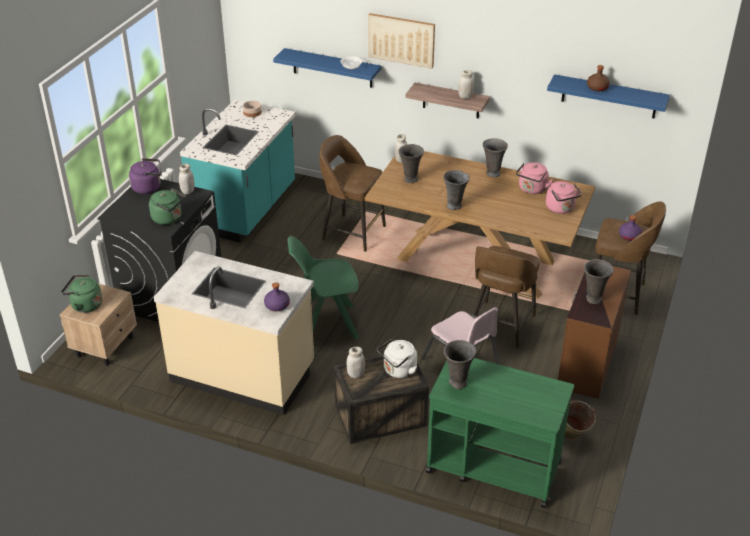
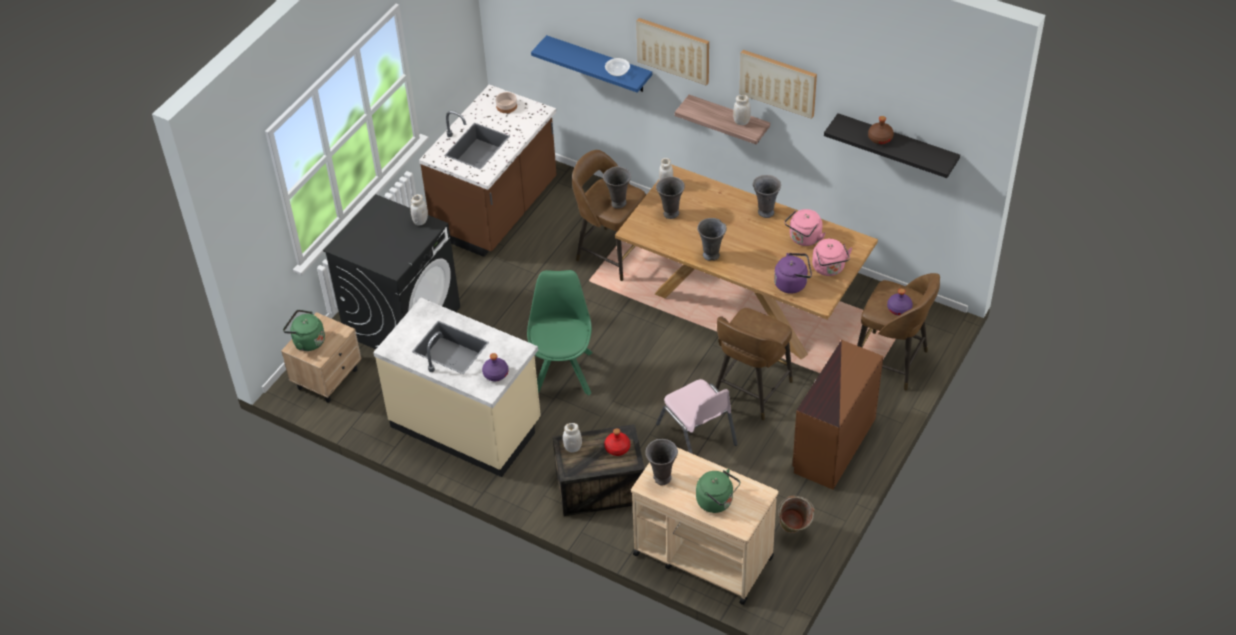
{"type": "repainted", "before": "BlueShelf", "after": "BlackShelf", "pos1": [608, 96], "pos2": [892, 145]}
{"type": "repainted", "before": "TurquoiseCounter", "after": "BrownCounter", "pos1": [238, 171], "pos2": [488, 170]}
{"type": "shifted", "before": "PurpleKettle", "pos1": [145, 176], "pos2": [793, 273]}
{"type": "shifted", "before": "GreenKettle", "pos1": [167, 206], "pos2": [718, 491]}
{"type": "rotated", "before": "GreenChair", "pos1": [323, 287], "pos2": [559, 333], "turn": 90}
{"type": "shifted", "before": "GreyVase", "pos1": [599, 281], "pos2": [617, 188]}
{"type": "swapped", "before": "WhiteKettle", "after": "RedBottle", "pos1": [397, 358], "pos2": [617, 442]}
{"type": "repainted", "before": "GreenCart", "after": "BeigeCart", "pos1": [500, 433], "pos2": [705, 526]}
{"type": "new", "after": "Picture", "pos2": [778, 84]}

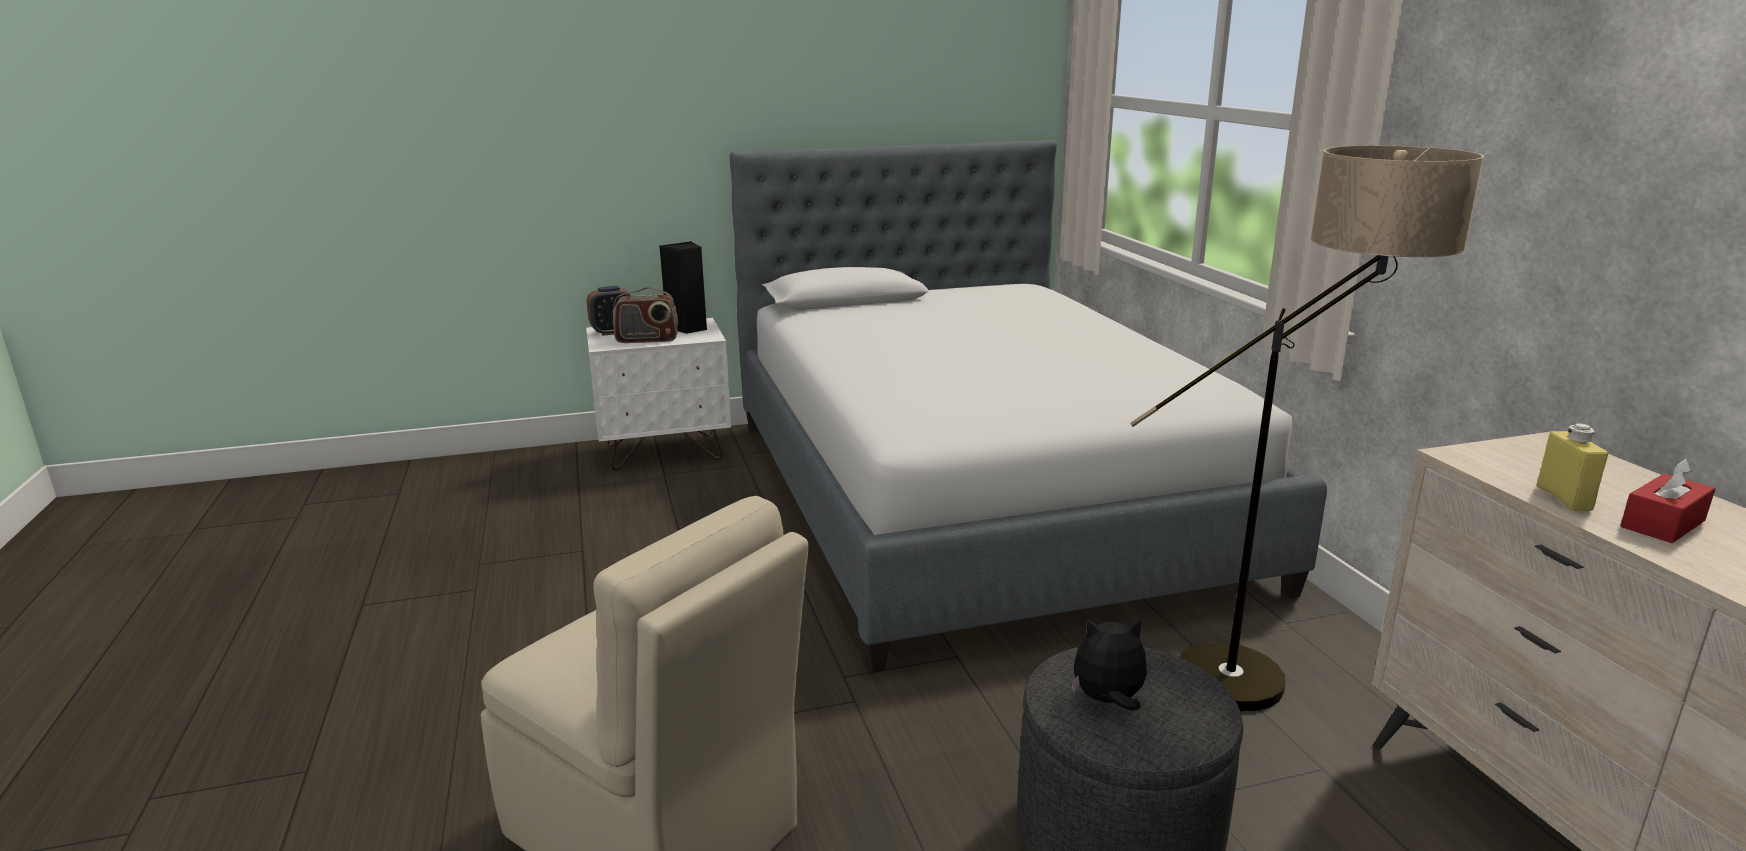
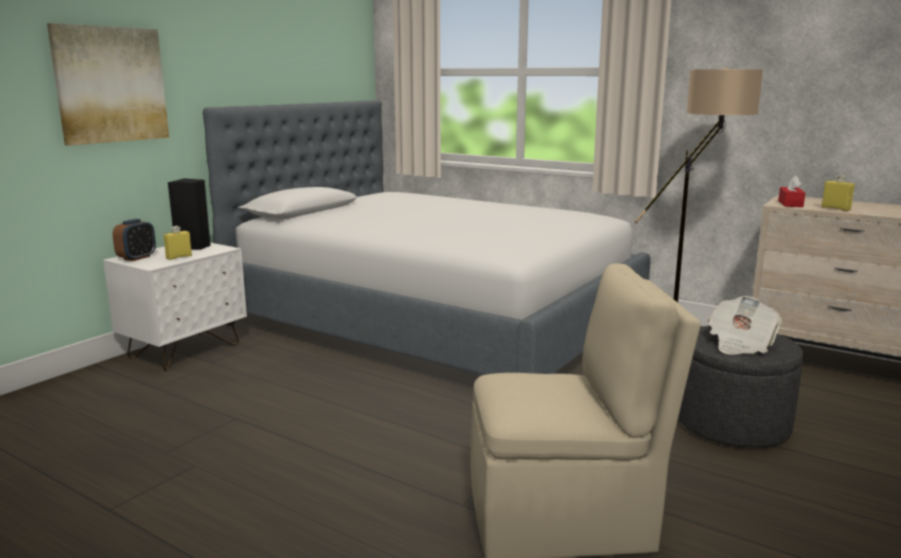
{"type": "swapped", "before": "Radio", "after": "YellowBottle", "pos1": [646, 315], "pos2": [177, 243]}
{"type": "shifted", "before": "RedTissueBox", "pos1": [1667, 500], "pos2": [791, 191]}
{"type": "swapped", "before": "PlushToy", "after": "Newspaper", "pos1": [1109, 664], "pos2": [745, 325]}
{"type": "new", "after": "Picture", "pos2": [108, 84]}

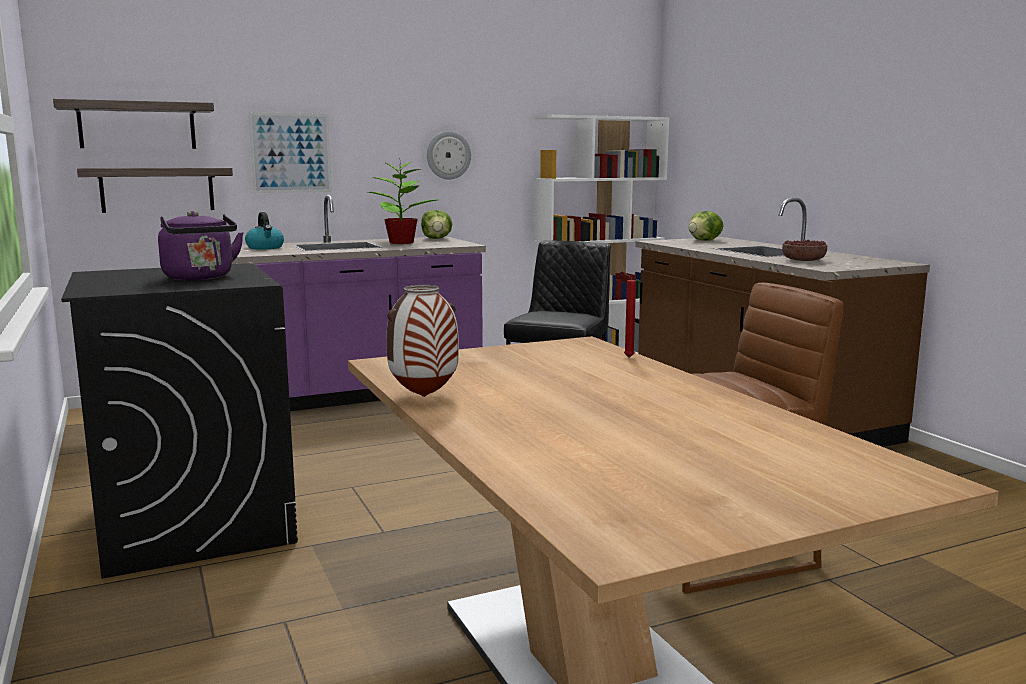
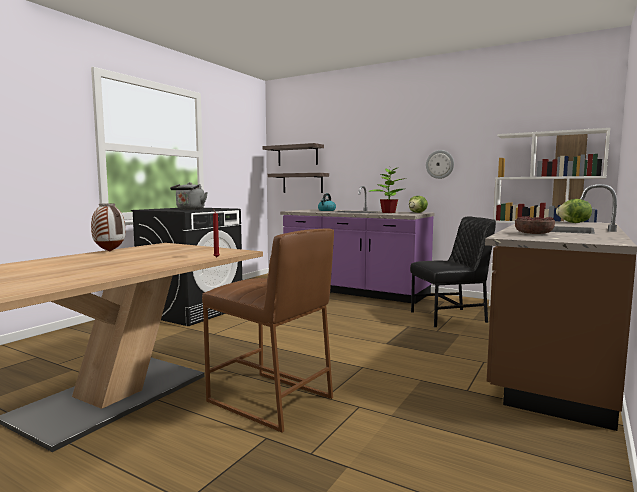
{"type": "gone", "before": "Picture", "pos1": [290, 152]}
{"type": "repainted", "before": "PurpleKettle", "after": "GreyKettle", "pos1": [200, 245], "pos2": [189, 196]}

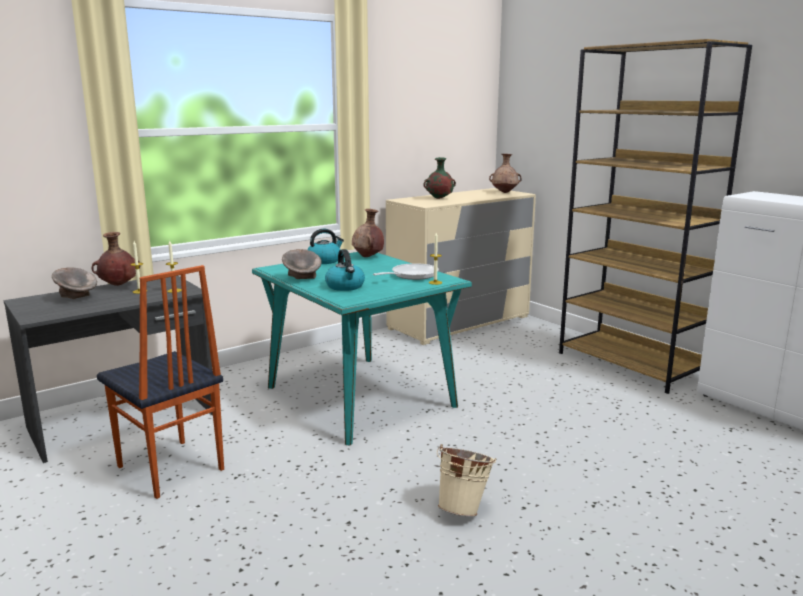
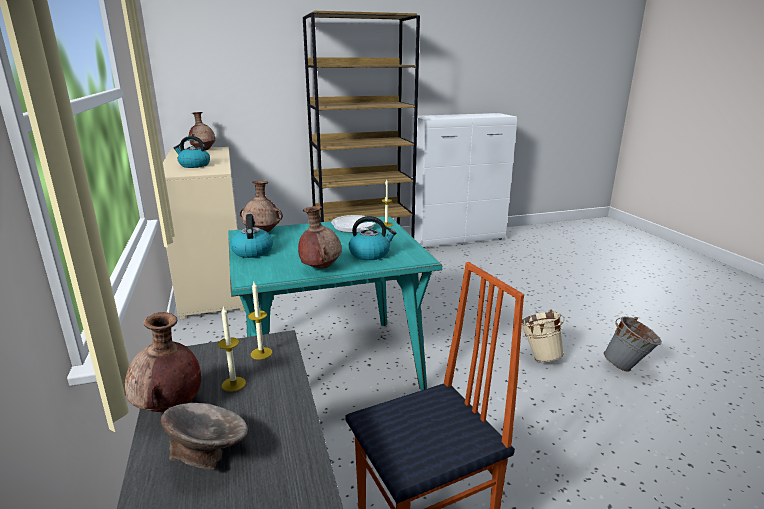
{"type": "swapped", "before": "GreenVase", "after": "Kettle", "pos1": [439, 178], "pos2": [191, 152]}
{"type": "swapped", "before": "GreyBowl", "after": "BrownVase", "pos1": [302, 264], "pos2": [320, 237]}
{"type": "new", "after": "GreyBucket", "pos2": [632, 344]}

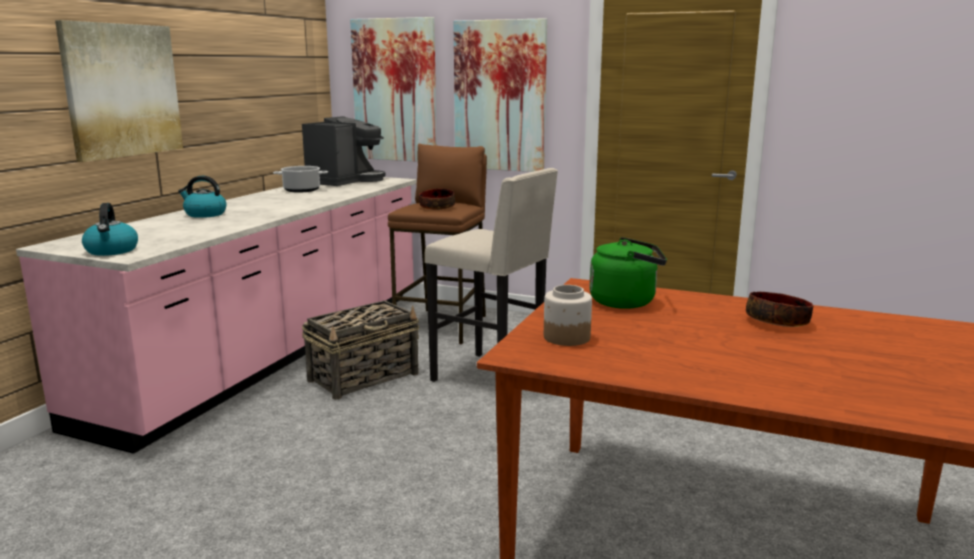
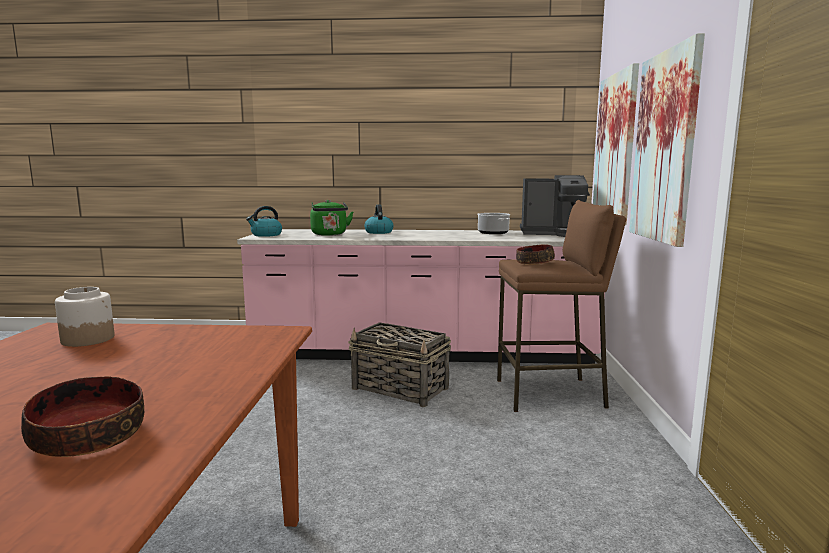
{"type": "gone", "before": "Picture", "pos1": [119, 91]}
{"type": "gone", "before": "BeigeStool", "pos1": [491, 275]}
{"type": "shifted", "before": "GreenKettle", "pos1": [628, 273], "pos2": [331, 218]}

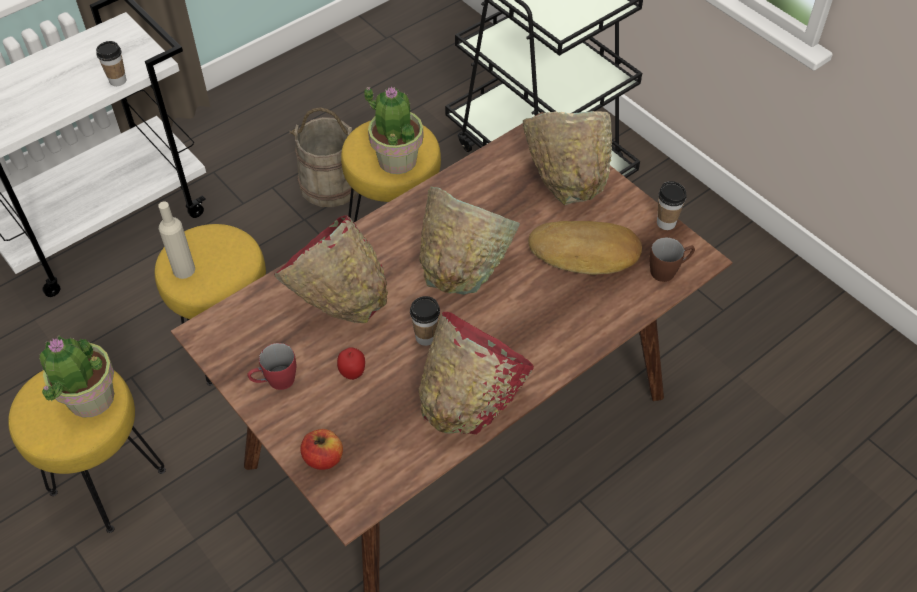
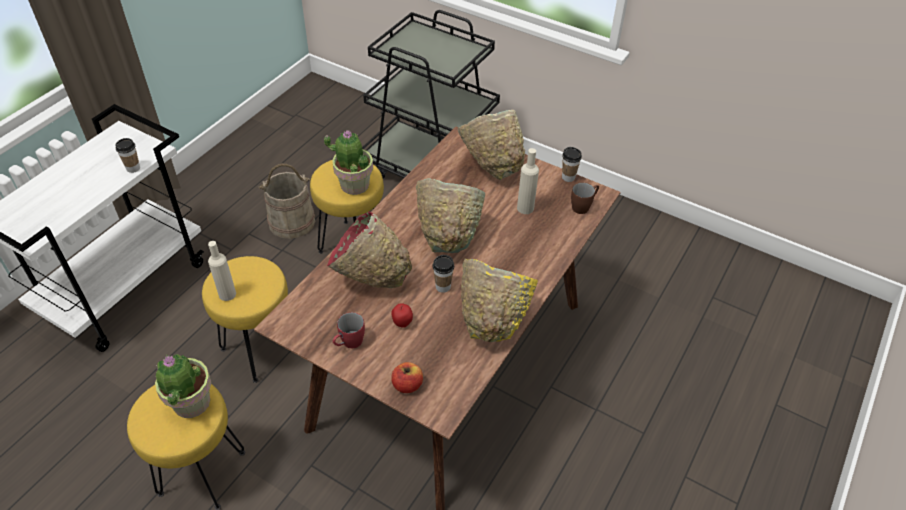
{"type": "swapped", "before": "Bread", "after": "BeigeBottle", "pos1": [585, 248], "pos2": [528, 181]}
{"type": "repainted", "before": "RedBowl", "after": "YellowBowl", "pos1": [476, 373], "pos2": [499, 300]}

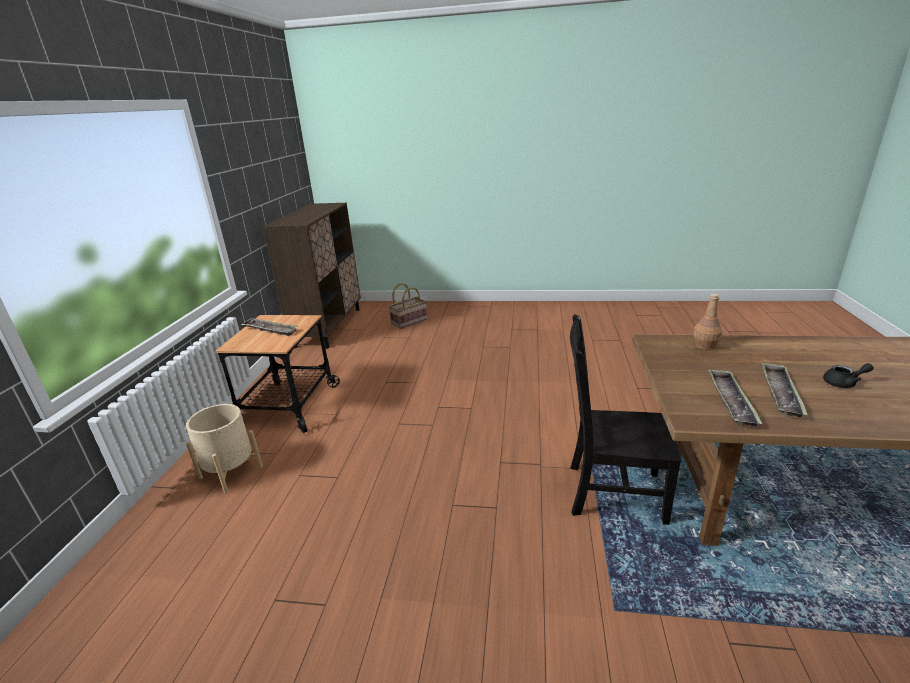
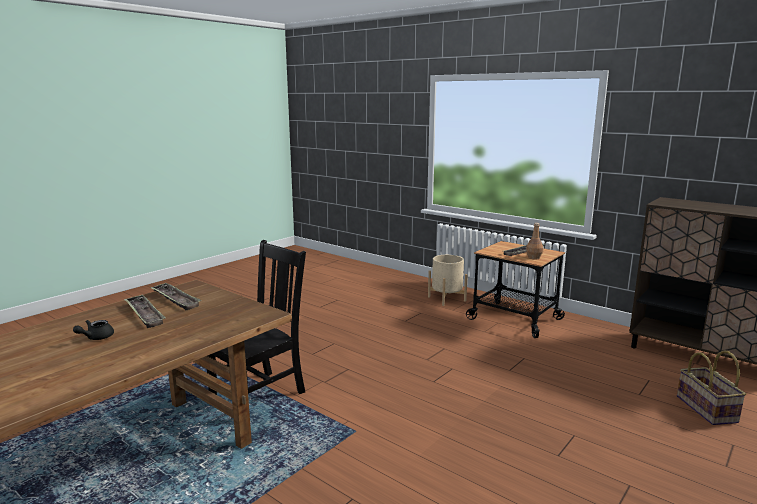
{"type": "shifted", "before": "BrownBottle", "pos1": [708, 321], "pos2": [534, 241]}

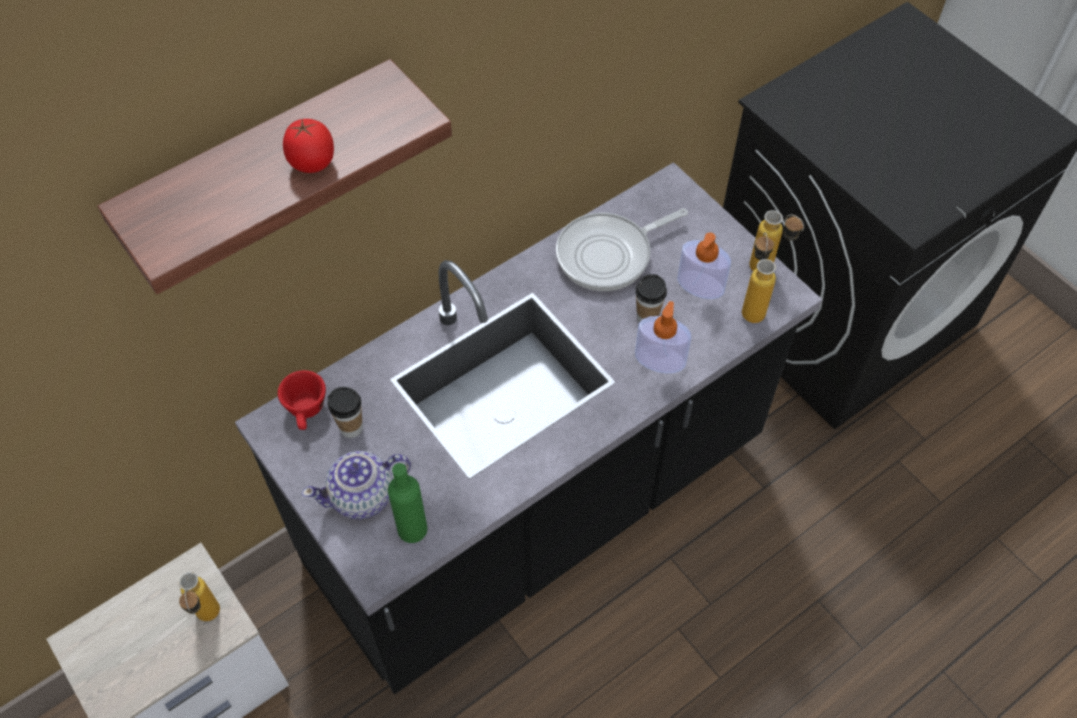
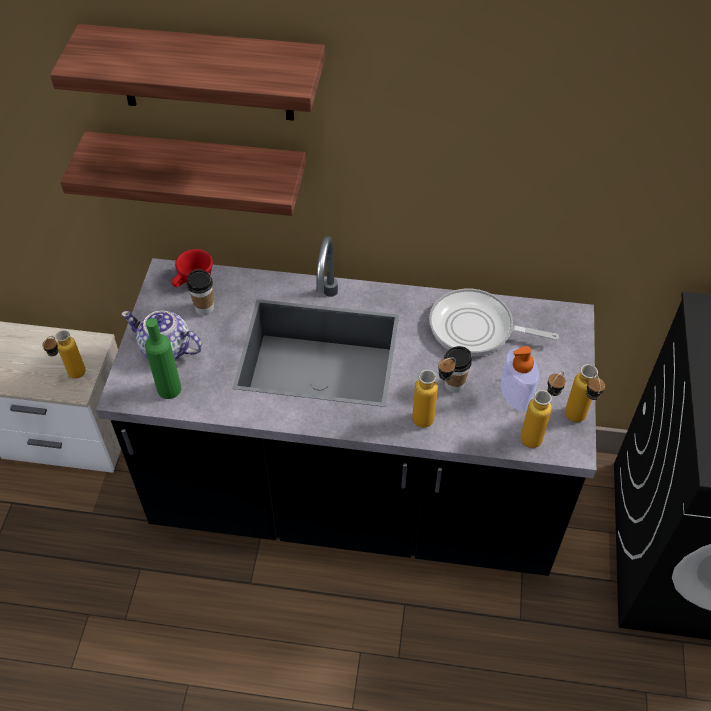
{"type": "gone", "before": "Tomato", "pos1": [308, 146]}
{"type": "swapped", "before": "SoapDispenser", "after": "Bottle", "pos1": [663, 337], "pos2": [434, 393]}
{"type": "new", "after": "Shelf", "pos2": [183, 173]}

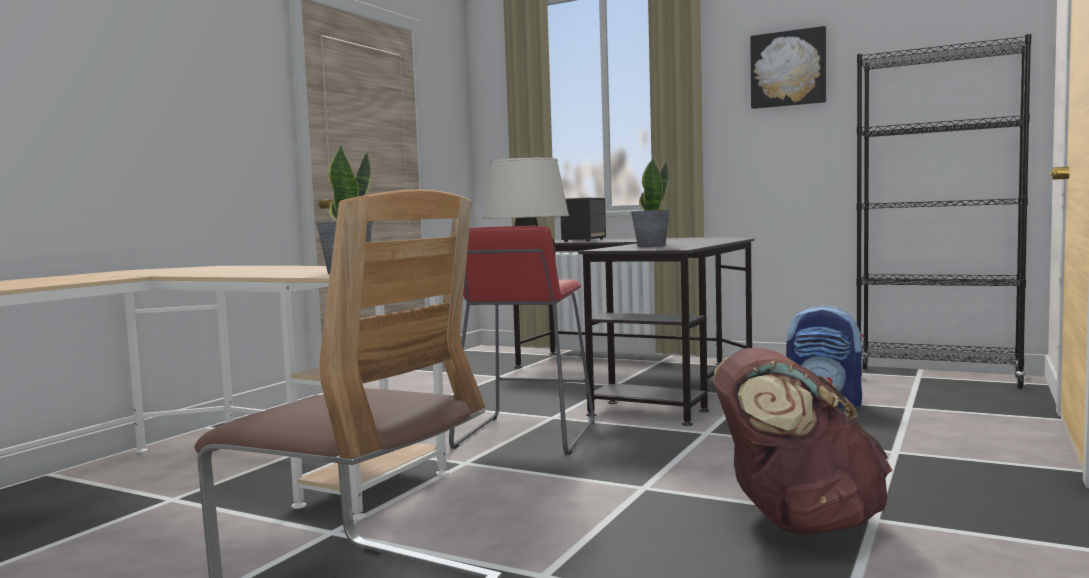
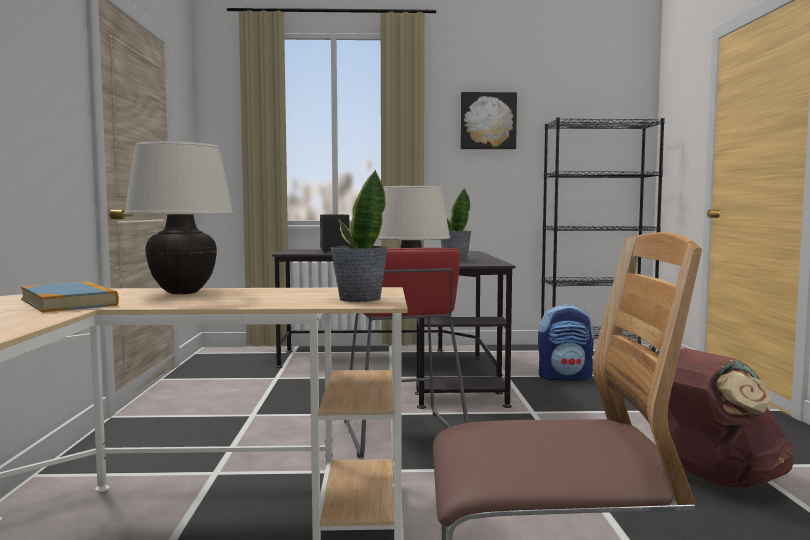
{"type": "new", "after": "BeigeTableLamp", "pos2": [179, 217]}
{"type": "new", "after": "Book", "pos2": [70, 297]}

